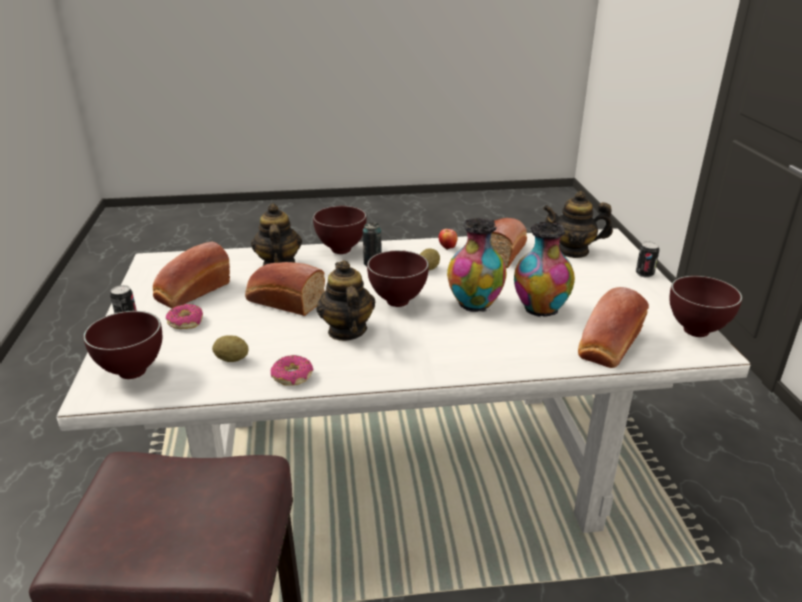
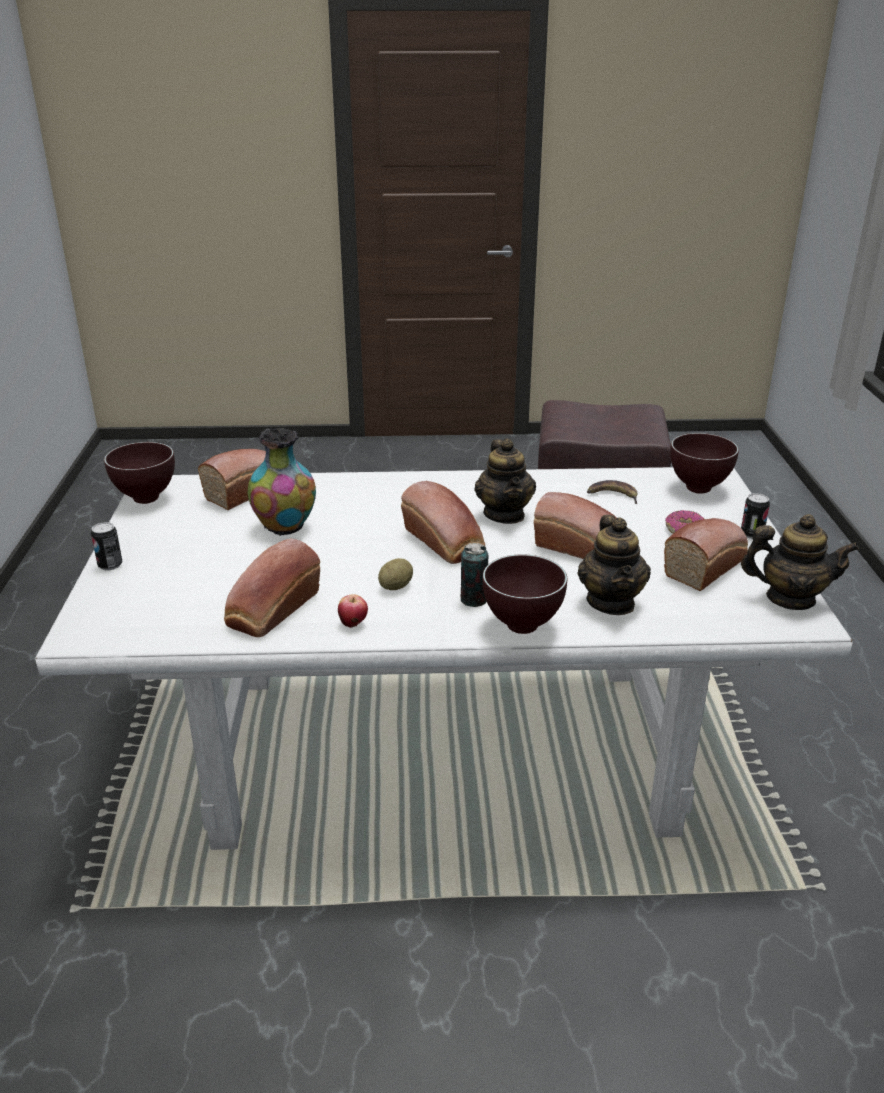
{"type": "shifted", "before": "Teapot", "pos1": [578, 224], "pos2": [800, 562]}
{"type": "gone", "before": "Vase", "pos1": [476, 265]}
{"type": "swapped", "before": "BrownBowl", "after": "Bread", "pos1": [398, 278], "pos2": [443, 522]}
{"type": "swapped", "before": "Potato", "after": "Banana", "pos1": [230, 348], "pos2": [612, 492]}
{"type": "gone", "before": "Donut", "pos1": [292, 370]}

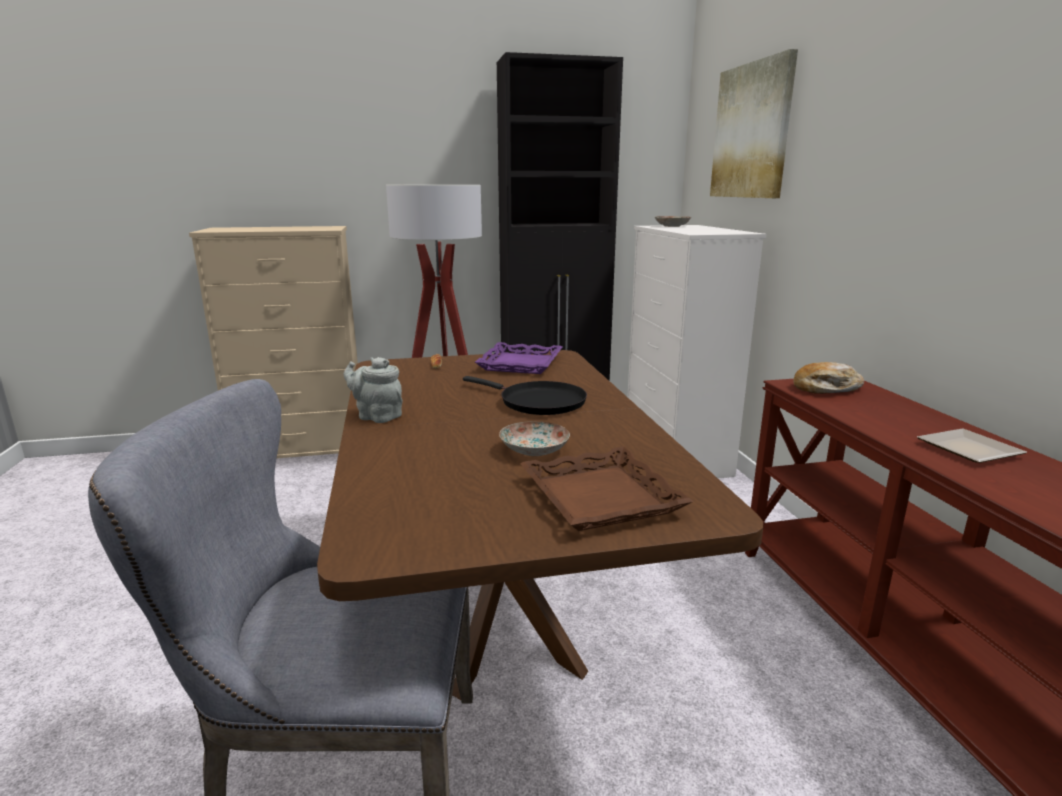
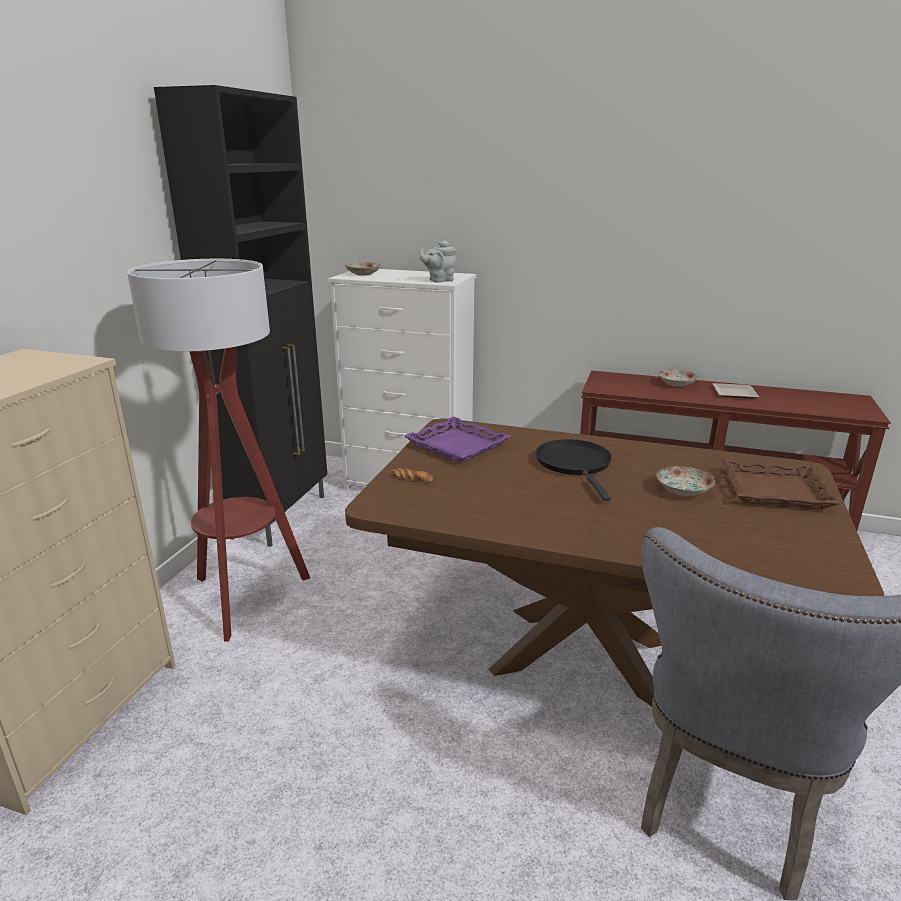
{"type": "gone", "before": "Picture", "pos1": [754, 123]}
{"type": "shifted", "before": "GreyTeapot", "pos1": [373, 390], "pos2": [437, 261]}
{"type": "gone", "before": "Bread", "pos1": [828, 378]}
{"type": "rotated", "before": "BlackFryingPan", "pos1": [525, 395], "pos2": [574, 470], "turn": -75}
{"type": "new", "after": "Plate", "pos2": [678, 378]}

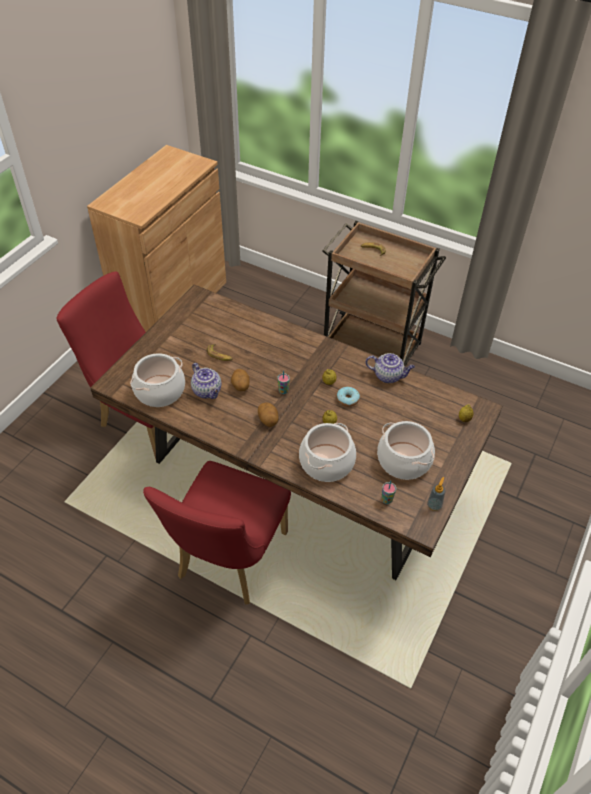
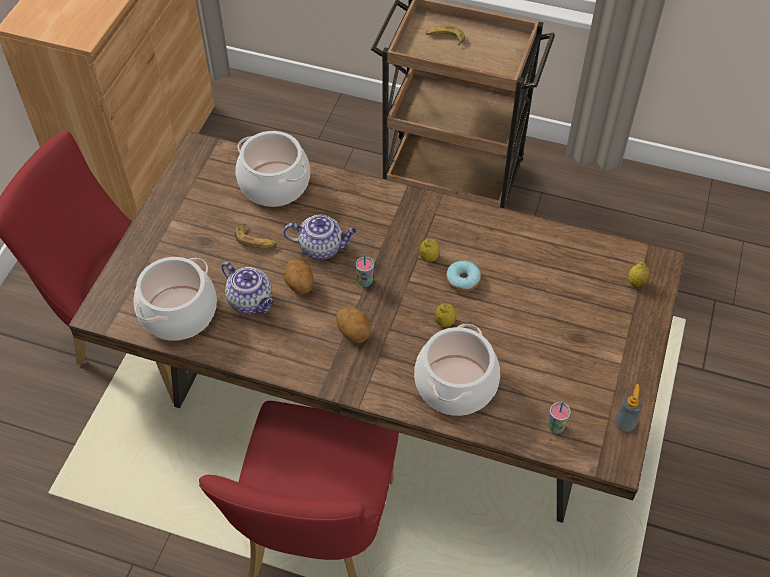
{"type": "shifted", "before": "Teapot", "pos1": [390, 368], "pos2": [320, 237]}
{"type": "shifted", "before": "CookingPot", "pos1": [406, 450], "pos2": [273, 169]}

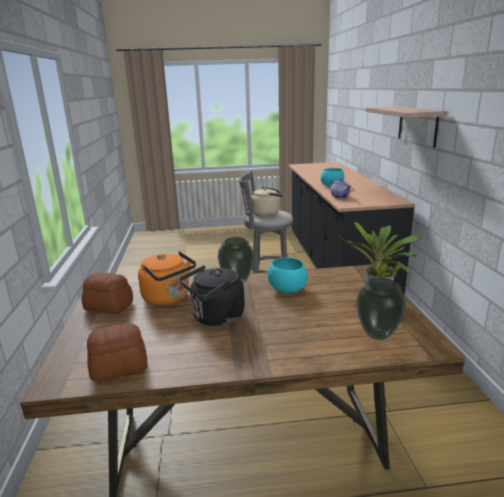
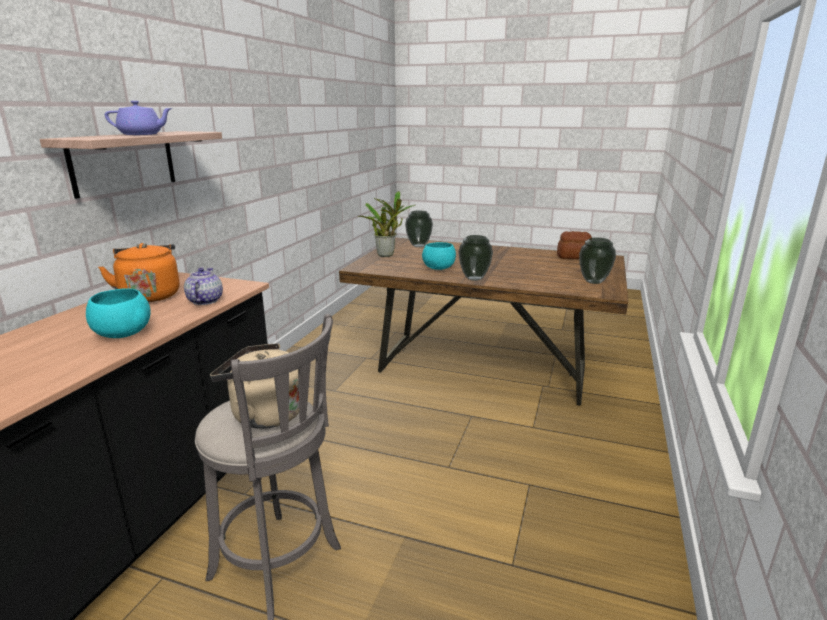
{"type": "shifted", "before": "OrangeKettle", "pos1": [167, 278], "pos2": [139, 272]}
{"type": "gone", "before": "BlackKettle", "pos1": [212, 295]}
{"type": "swapped", "before": "Bread", "after": "Vase", "pos1": [107, 293], "pos2": [597, 261]}
{"type": "new", "after": "PurpleTeapot", "pos2": [138, 118]}

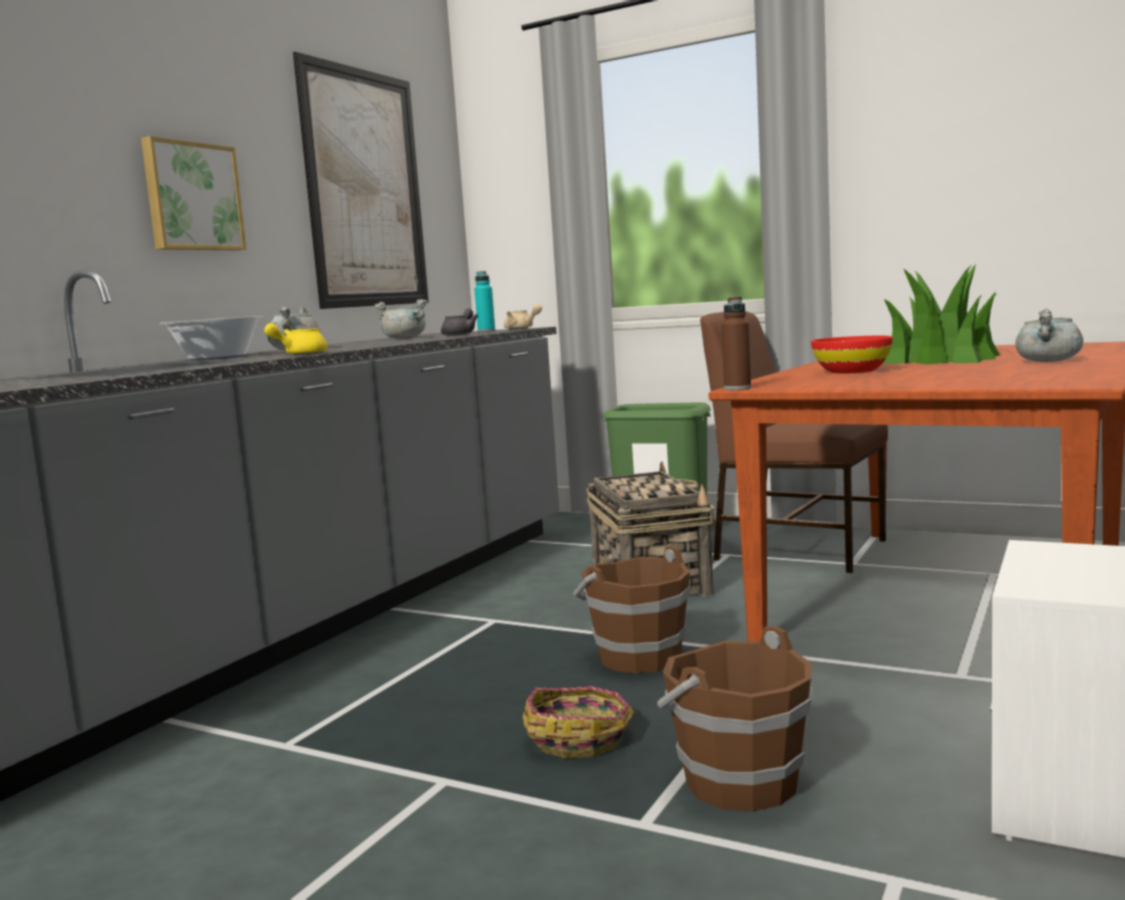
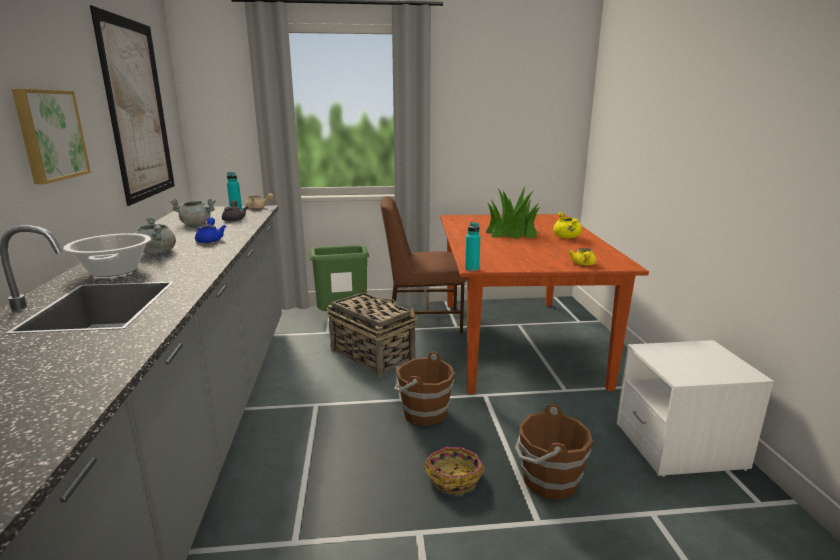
{"type": "repainted", "before": "BrownBottle", "after": "TurquoiseBottle", "pos1": [736, 343], "pos2": [472, 246]}
{"type": "repainted", "before": "GreyCookingPot", "after": "YellowCookingPot", "pos1": [1049, 335], "pos2": [567, 225]}
{"type": "shifted", "before": "YellowTeapot", "pos1": [296, 339], "pos2": [582, 257]}
{"type": "gone", "before": "RedBowl", "pos1": [852, 354]}
{"type": "new", "after": "BlueTeapot", "pos2": [210, 230]}

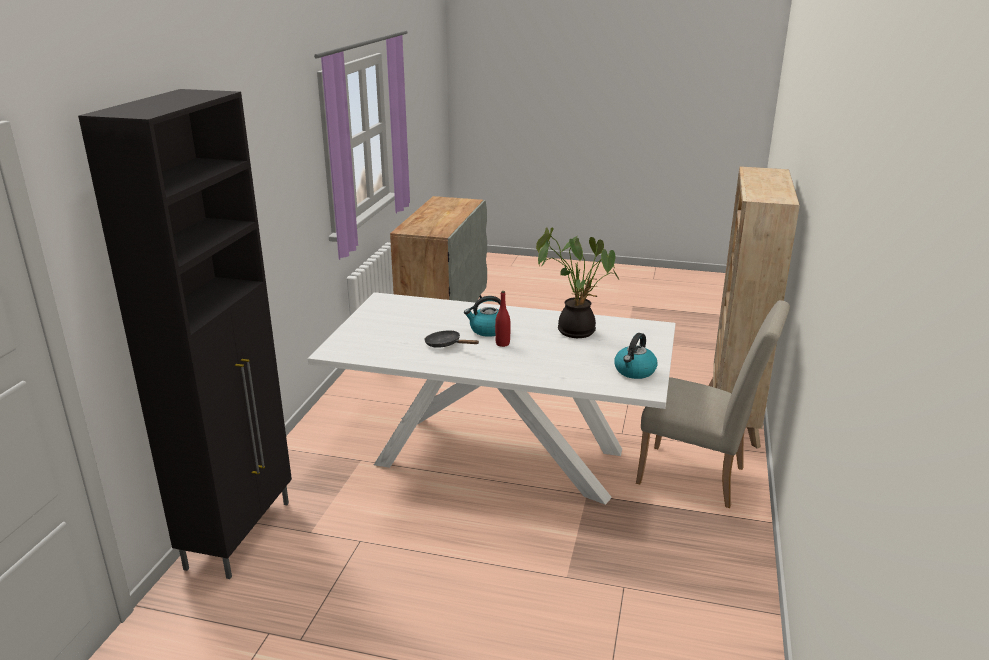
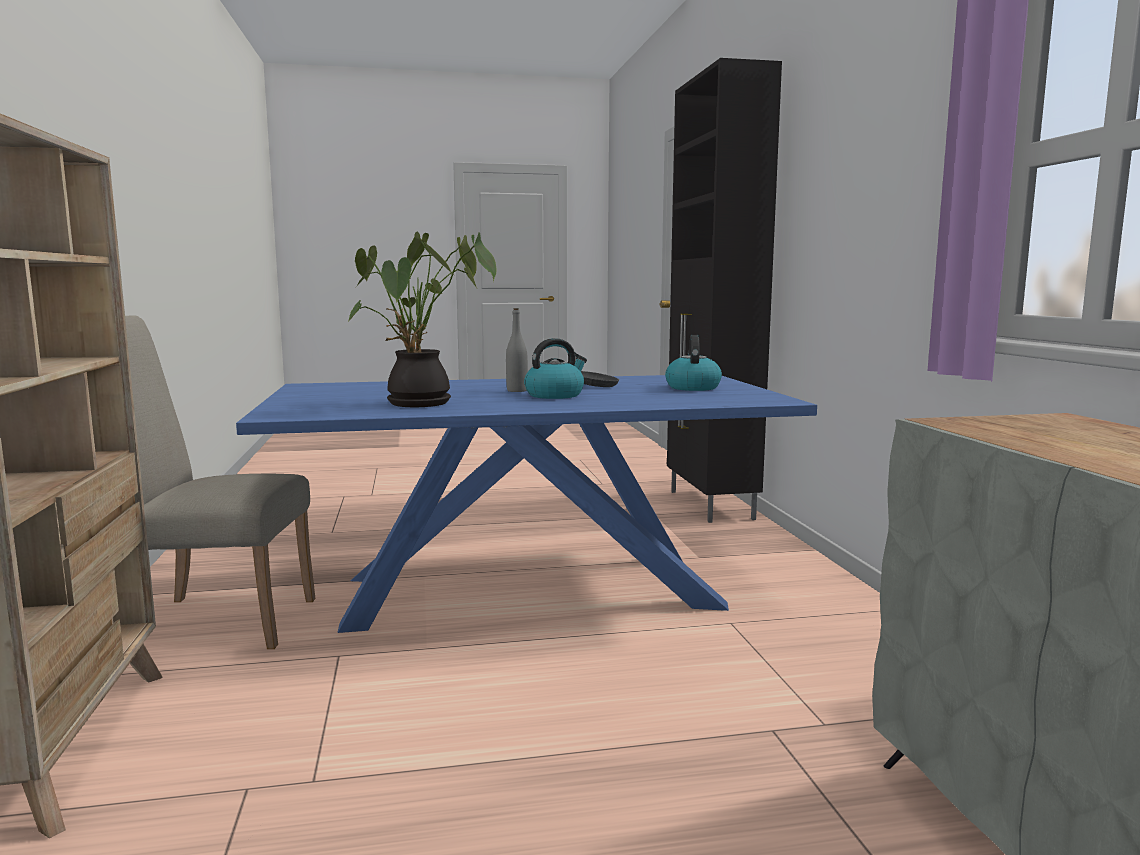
{"type": "repainted", "before": "RedBottle", "after": "GreyBottle", "pos1": [502, 319], "pos2": [517, 350]}
{"type": "repainted", "before": "WhiteDiningTable", "after": "BlueDiningTable", "pos1": [492, 398], "pos2": [526, 504]}
{"type": "shifted", "before": "Kettle", "pos1": [636, 356], "pos2": [693, 363]}

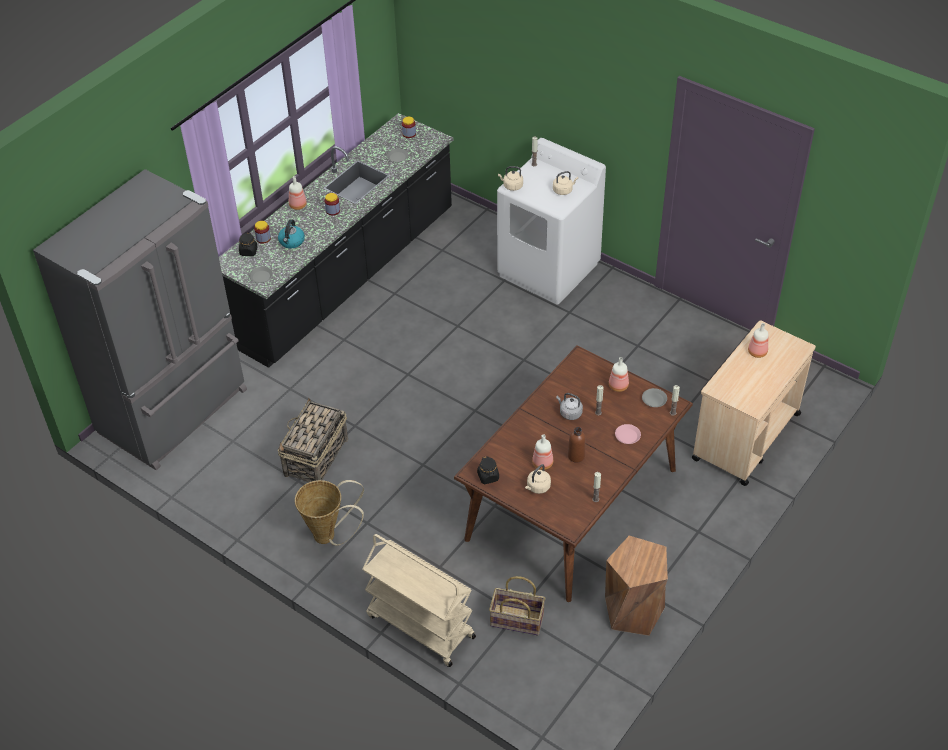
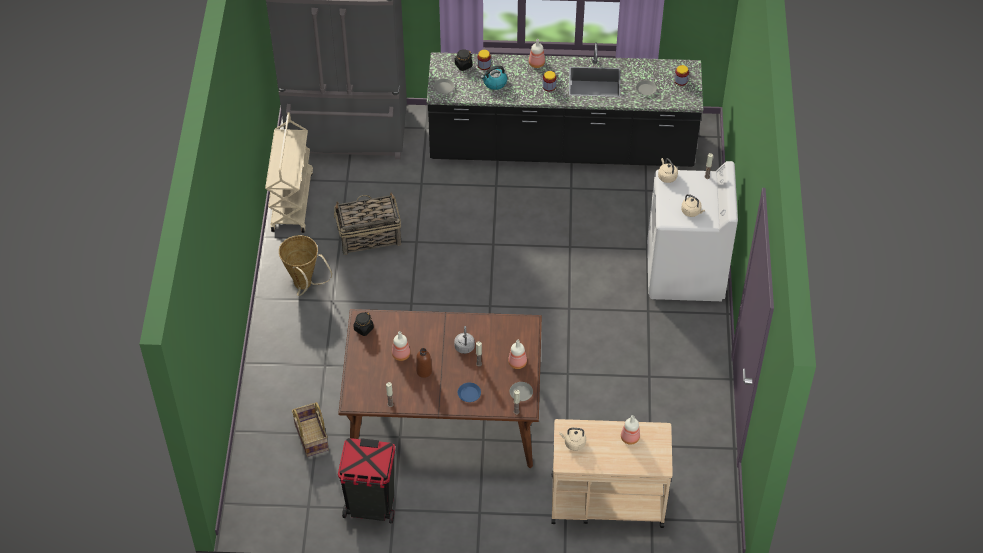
{"type": "repainted", "before": "PinkPlate", "after": "BluePlate", "pos1": [628, 434], "pos2": [469, 392]}
{"type": "shifted", "before": "BeigeKettle", "pos1": [538, 479], "pos2": [572, 439]}
{"type": "shifted", "before": "BeigeCart", "pos1": [419, 600], "pos2": [289, 172]}
{"type": "swapped", "before": "BrownStool", "after": "BlackTrashCan", "pos1": [636, 585], "pos2": [367, 481]}

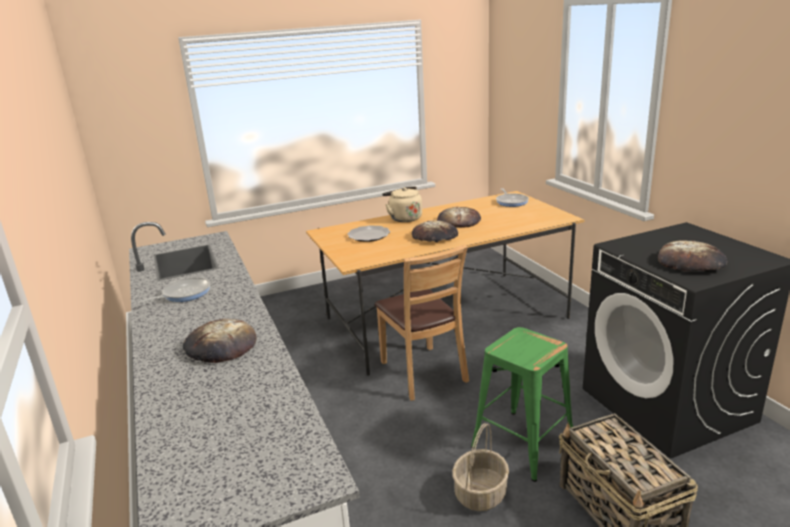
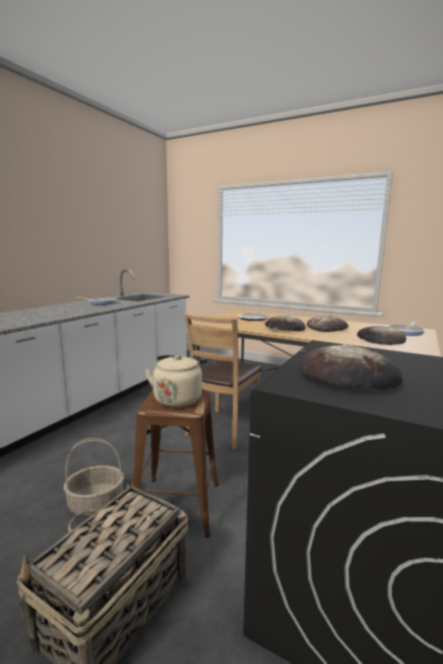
{"type": "shifted", "before": "BeigeKettle", "pos1": [402, 204], "pos2": [176, 381]}
{"type": "shifted", "before": "Bread", "pos1": [220, 341], "pos2": [381, 335]}
{"type": "repainted", "before": "GreenStool", "after": "BrownStool", "pos1": [522, 404], "pos2": [175, 464]}

